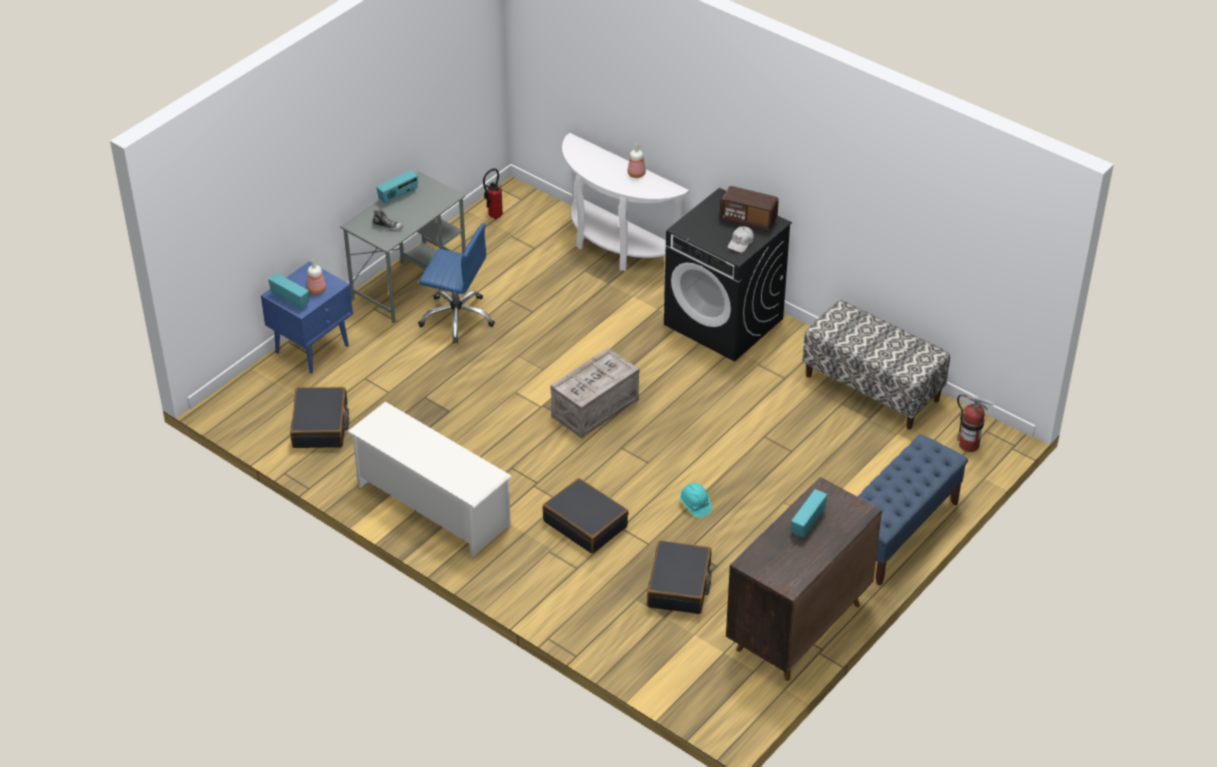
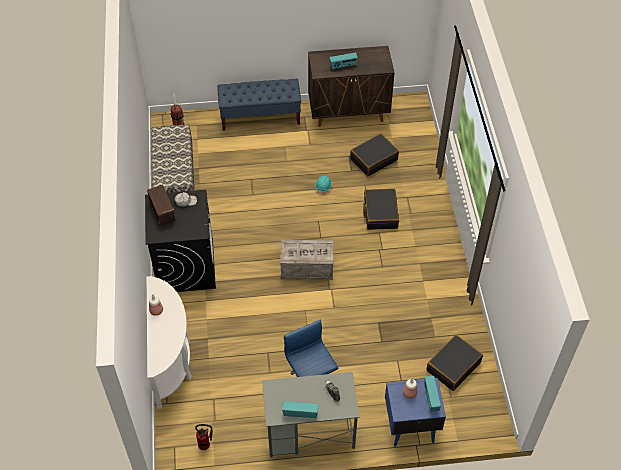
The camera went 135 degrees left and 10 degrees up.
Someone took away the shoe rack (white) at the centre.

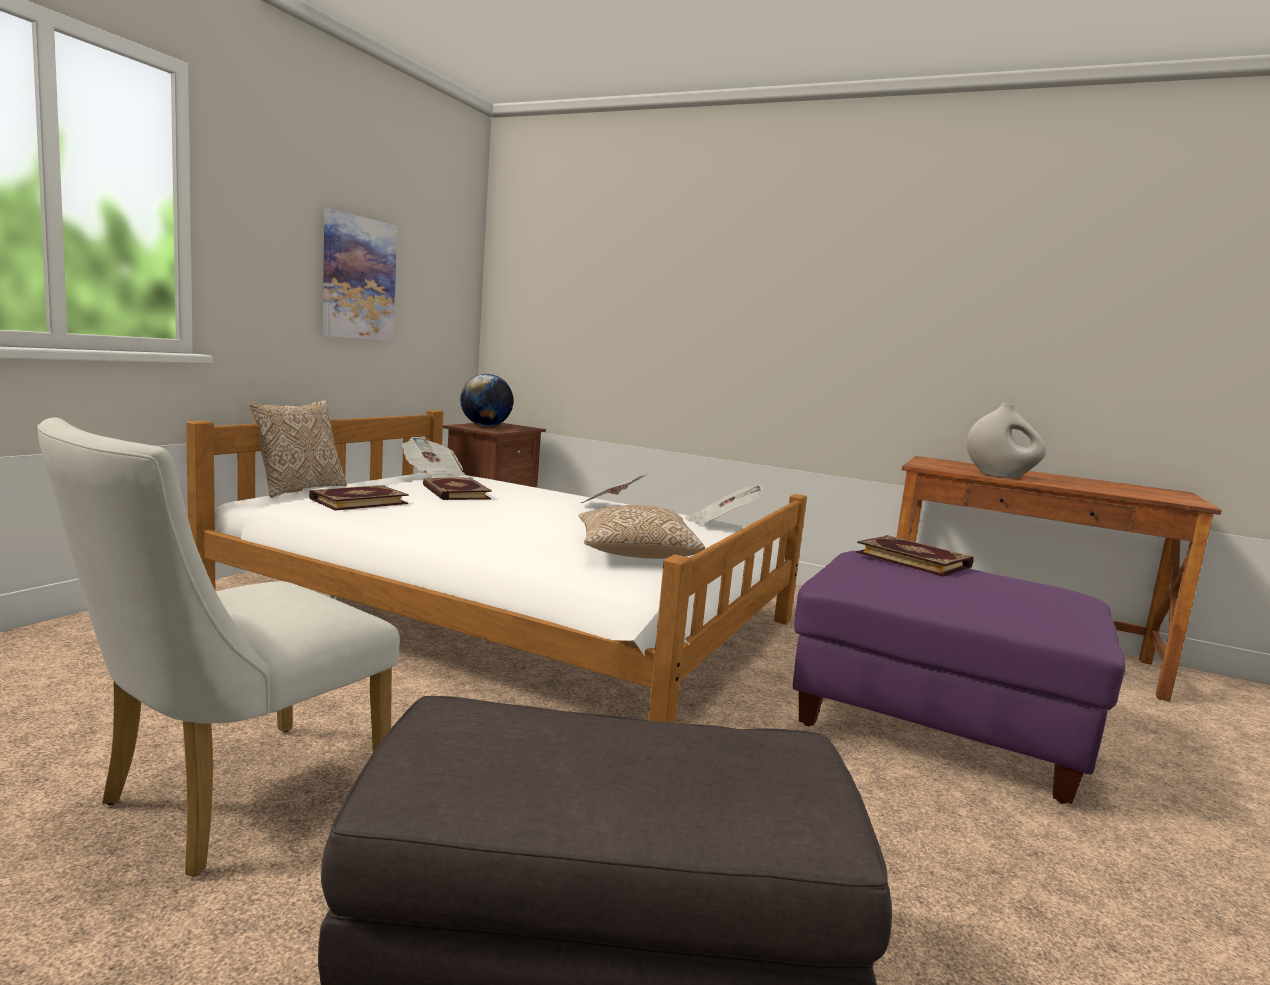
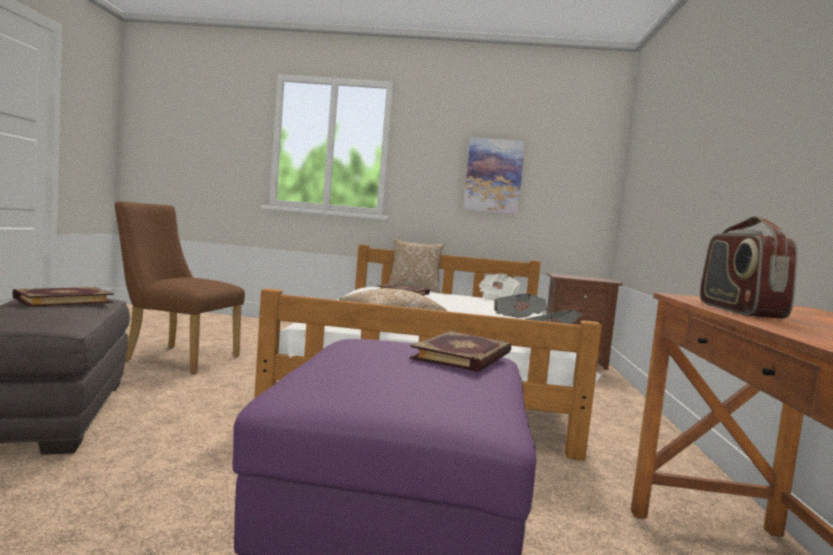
The camera went 70 degrees right and 5 degrees down.
Someone took away the globe at the centre.
Someone carried the book (2nd from left in the first image) from the centre to the middle left.
Someone swapped the vase (white) at the middle right for the radio at the middle right.
Someone repainted the chair (white) at the middle left, which became the chair (brown) at the middle left.

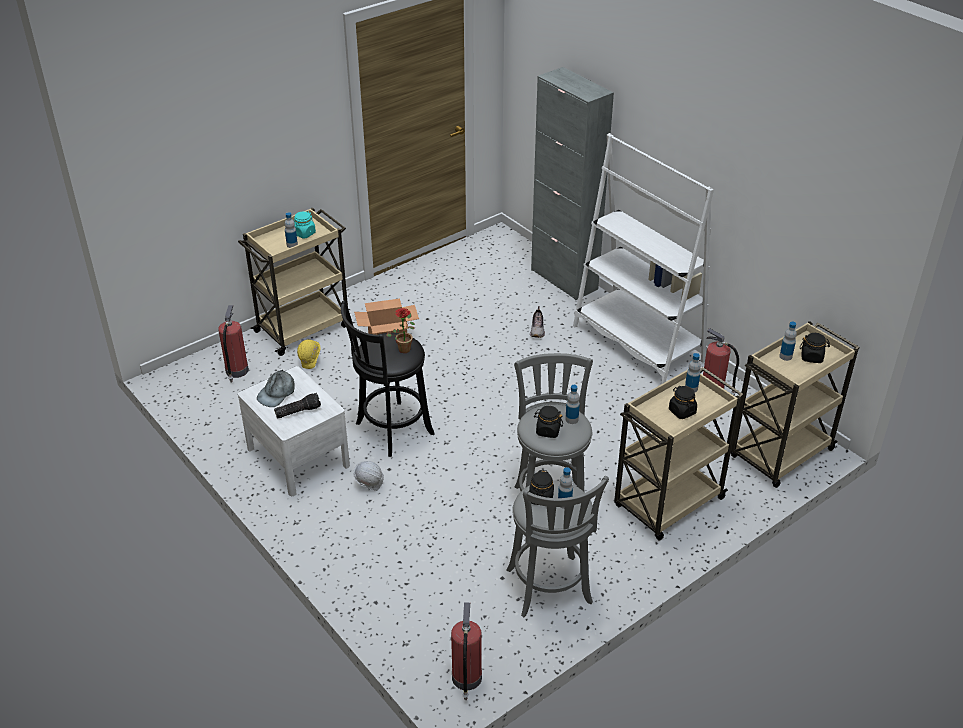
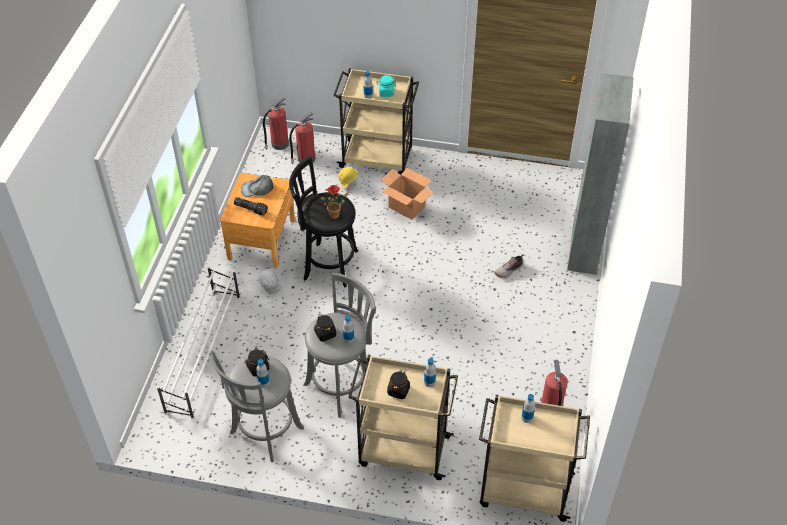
The camera went 50 degrees right and 10 degrees up.
Someone took away the bookcase (white) at the middle right.
Someone took away the jar (black) (4th from left) at the middle right.
Someone put down the shoe rack (white) at the middle left.
Someone carried the fire extinguisher (2nd from left in the first image) from the bottom centre to the top centre.
Someone repainted the nightstand (white) at the middle left, which became the nightstand (brown) at the middle left.

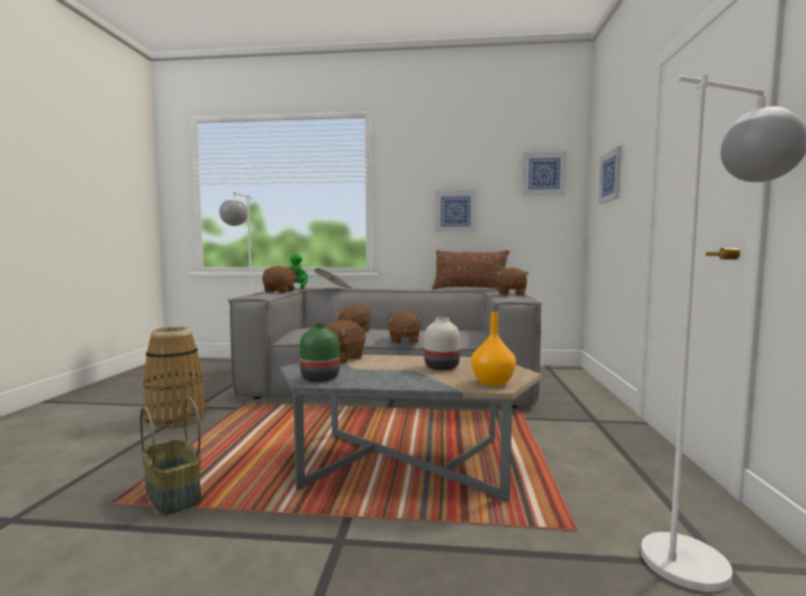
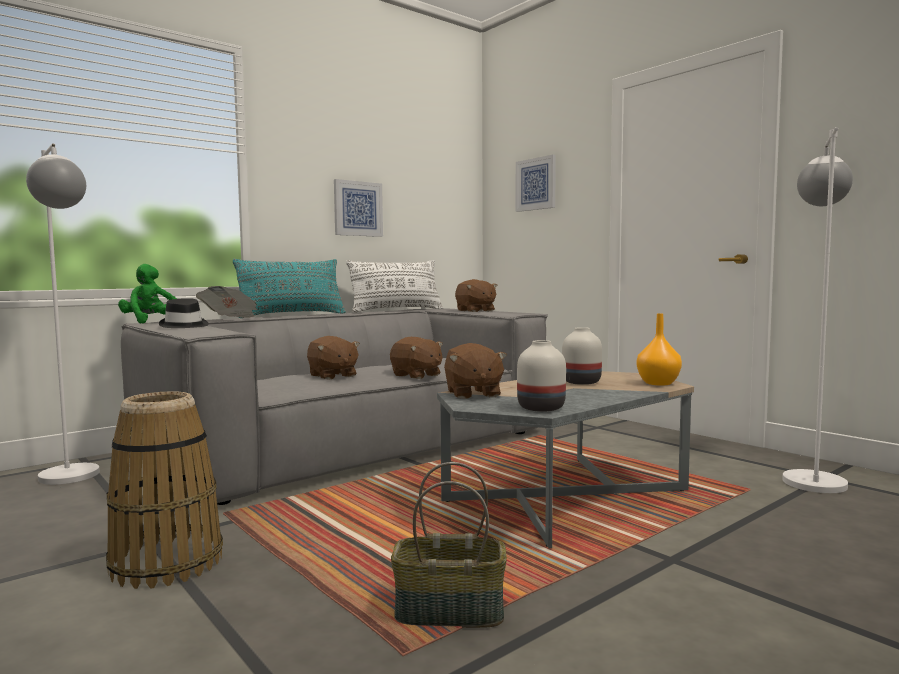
The camera went 45 degrees left and 0 degrees up.
Someone took away the picture (2nd from left) at the top right.
Someone put down the pillow (turquoise) at the middle left.
Someone swapped the plush toy (brown) (1st from left) at the centre for the hat (black) at the middle left.
Someone repainted the vase (green) at the centre, which became the vase (white) (1st from left) at the centre.
Someone repainted the pillow (brown) at the centre, which became the pillow (white) at the centre.

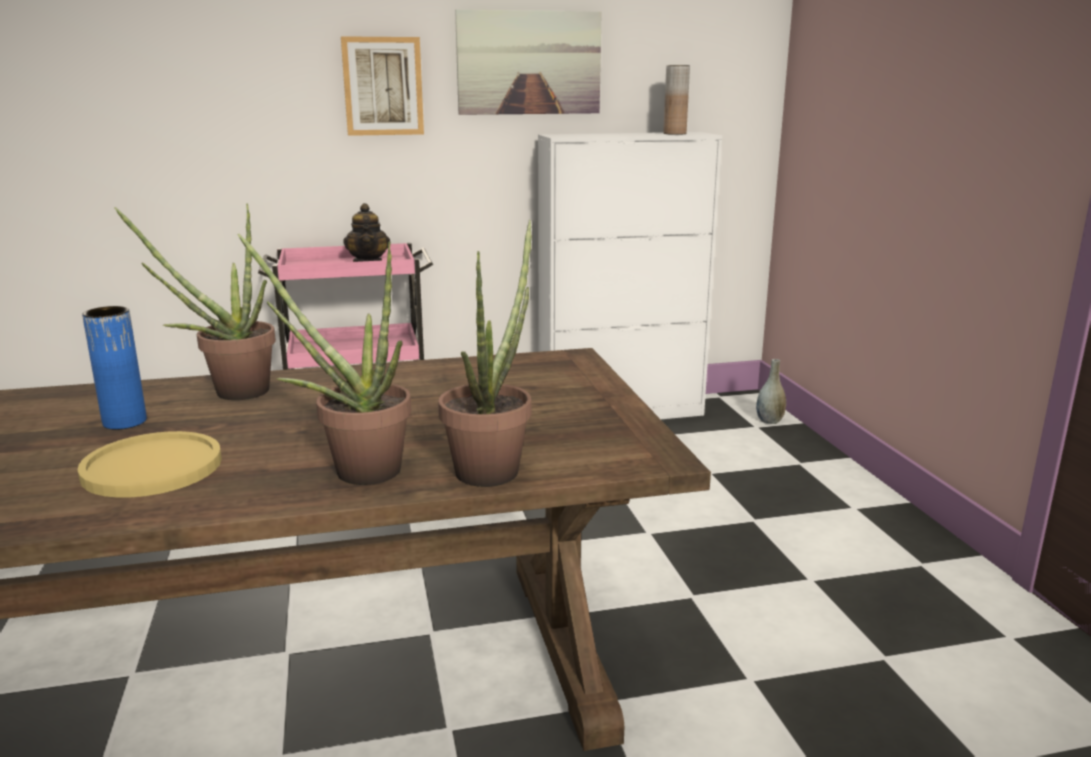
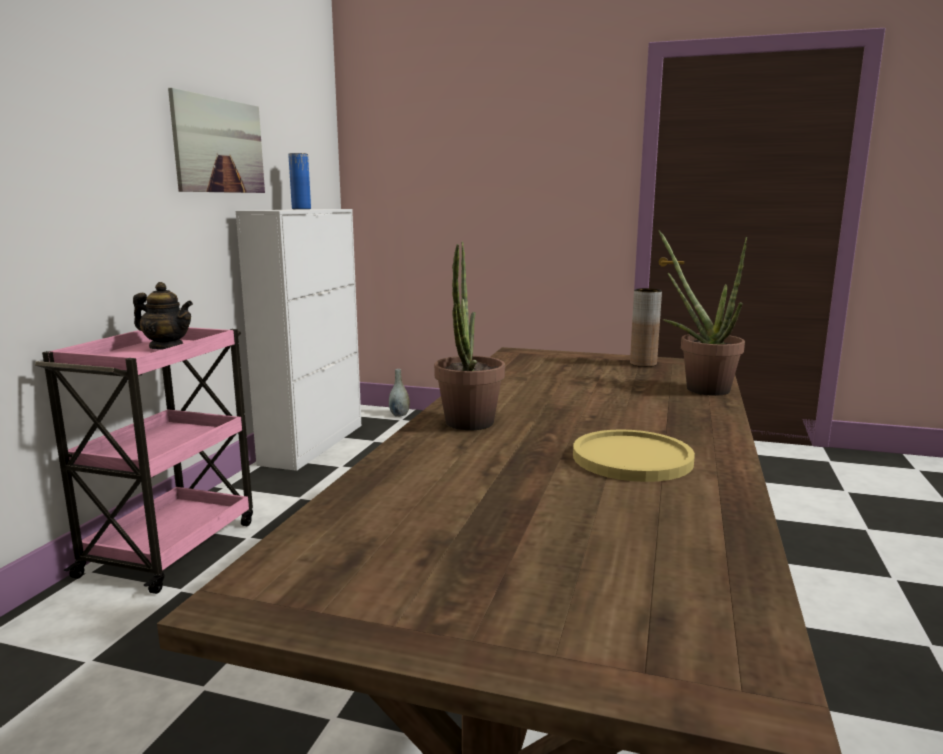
The camera went 60 degrees left and 5 degrees down.
Someone took away the potted plant (2nd from left) at the middle left.
Someone took away the picture (1st from left) at the top centre.
Someone carried the vase (blue) from the middle left to the top left.
Someone carried the vase (brown) from the top centre to the middle right.

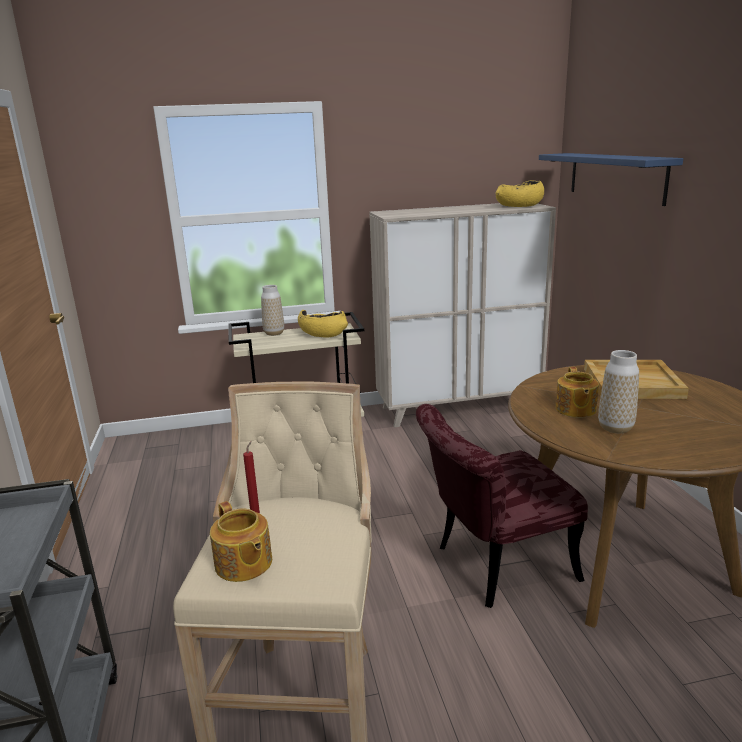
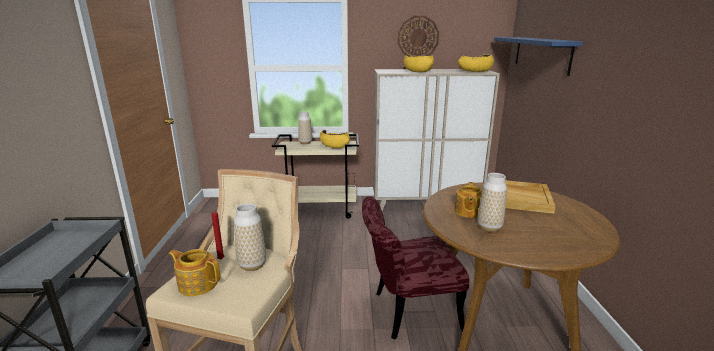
The camera went 10 degrees right and 0 degrees up.
Someone put down the vase (1st from left) at the bottom centre.
Someone put up the wall clock at the top centre.
Someone put down the bowl (yellow) (2nd from left) at the top centre.
Someone rotated the teapot (1st from left) at the bottom left by 135 degrees clockwise.

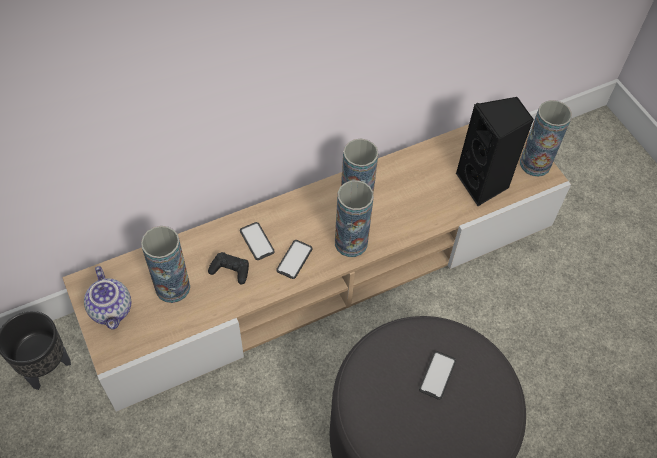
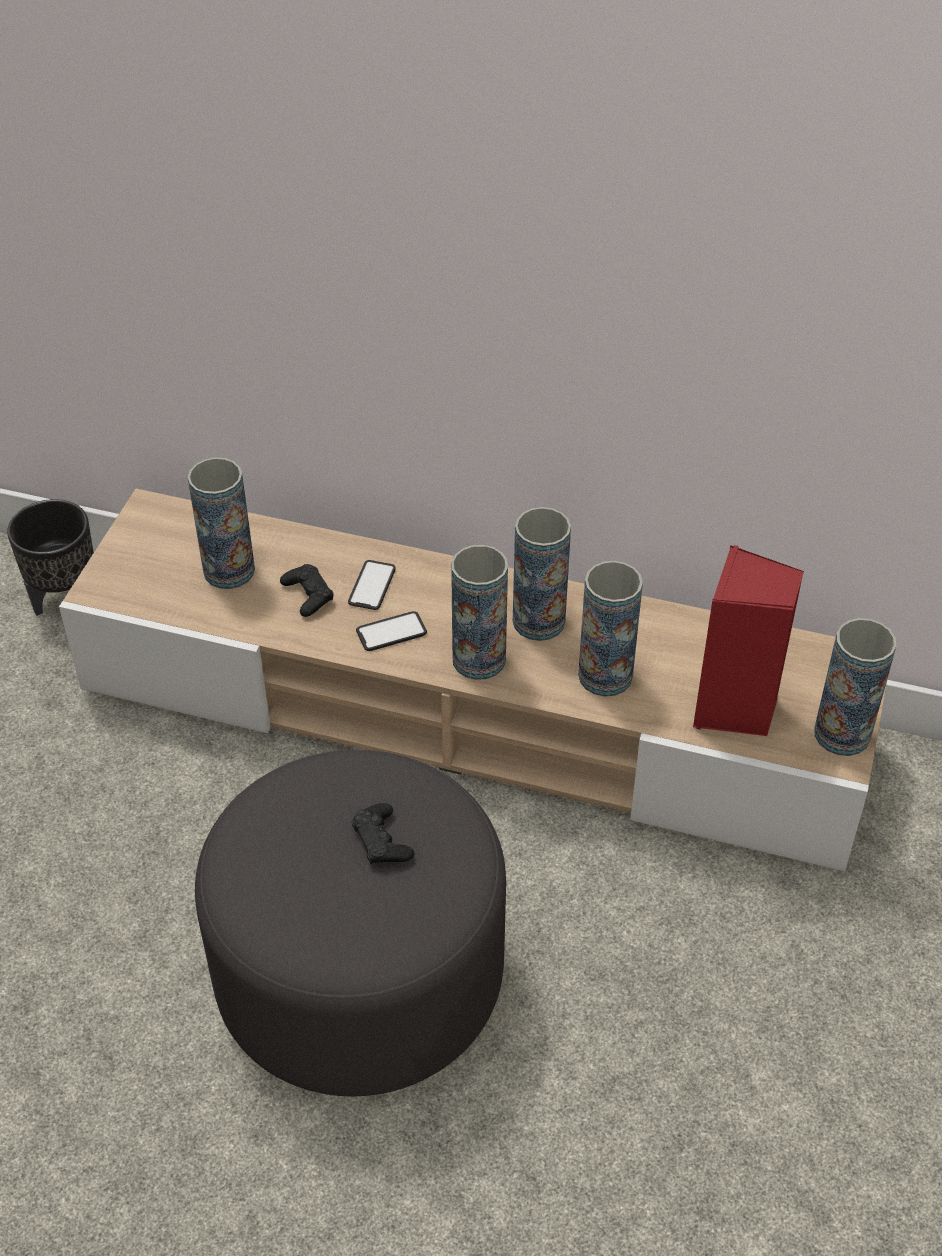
The camera went 45 degrees right and 10 degrees down.
Someone took away the teapot at the middle left.
Someone put down the vase (4th from left) at the centre.
Someone swapped the phone (3rd from left) at the bottom centre for the game controller (black) (2nd from left) at the centre.
Someone repainted the speaker (black) at the top right, which became the speaker (red) at the middle right.

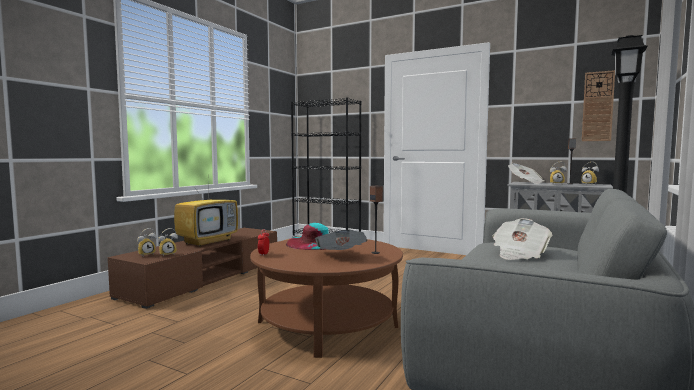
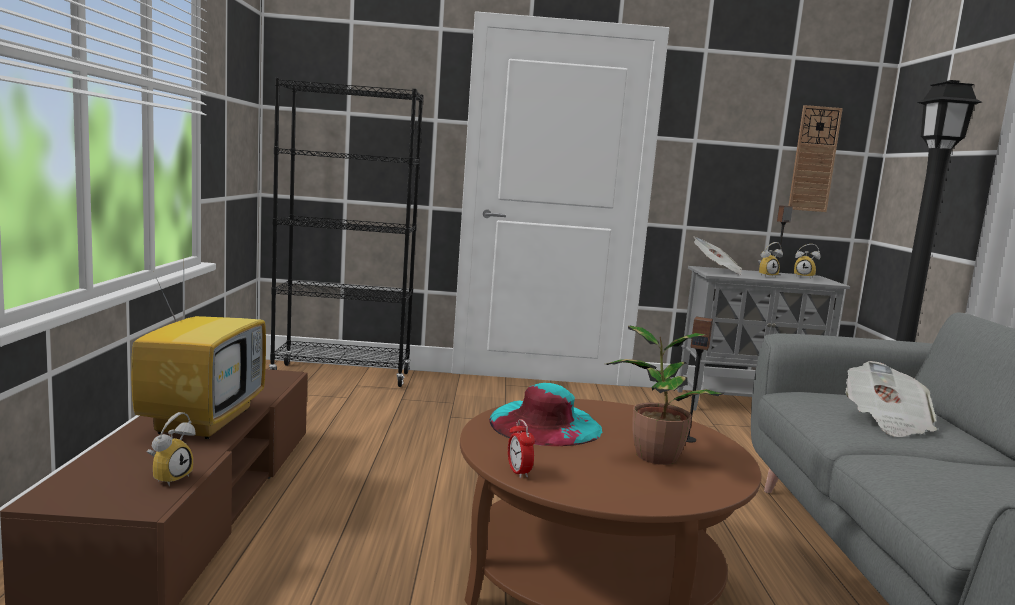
The camera went 30 degrees left and 5 degrees up.
Someone took away the alarm clock (1st from left) at the middle left.
Someone swapped the newspaper (1st from left) at the centre for the potted plant at the centre.

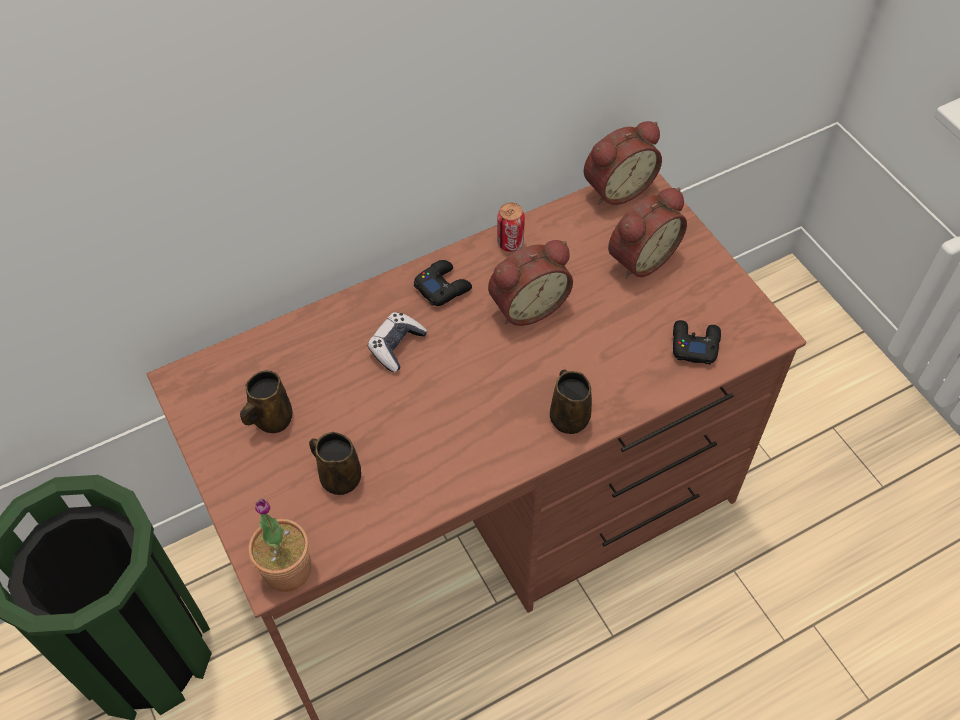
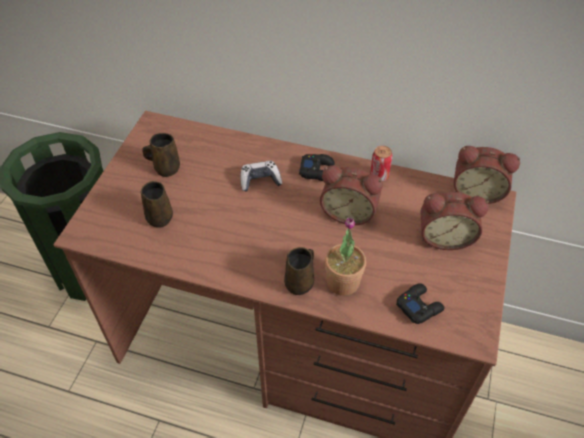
The camera went 45 degrees right and 5 degrees down.
Someone carried the potted plant from the bottom left to the centre.

